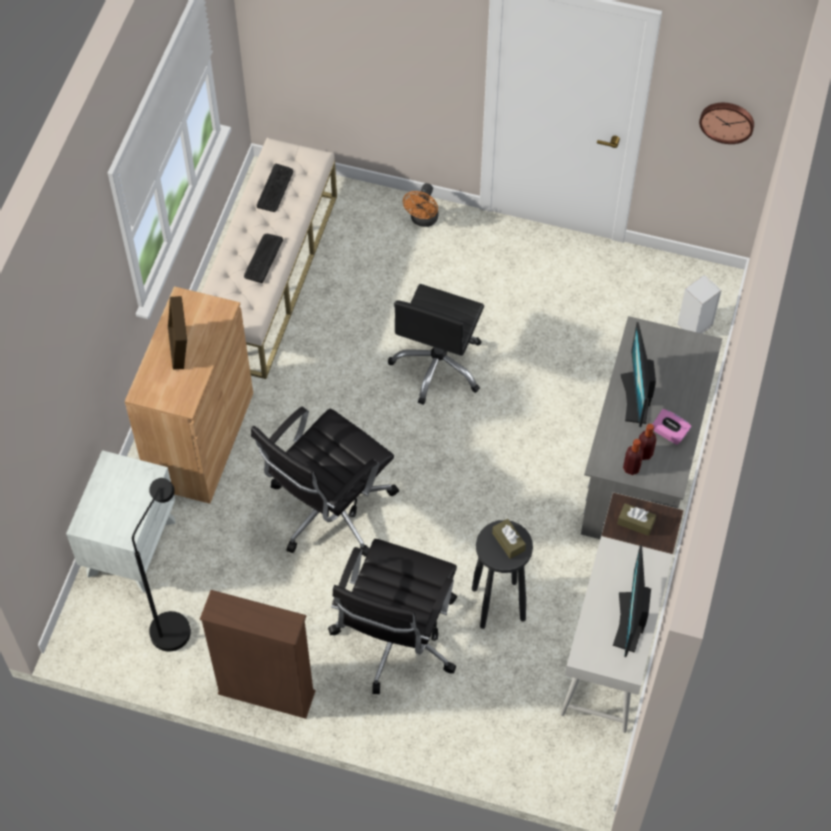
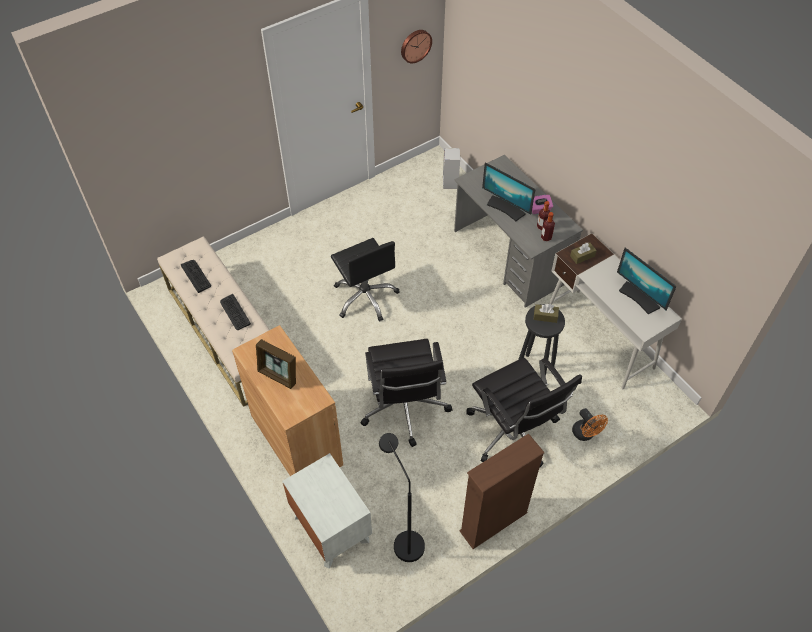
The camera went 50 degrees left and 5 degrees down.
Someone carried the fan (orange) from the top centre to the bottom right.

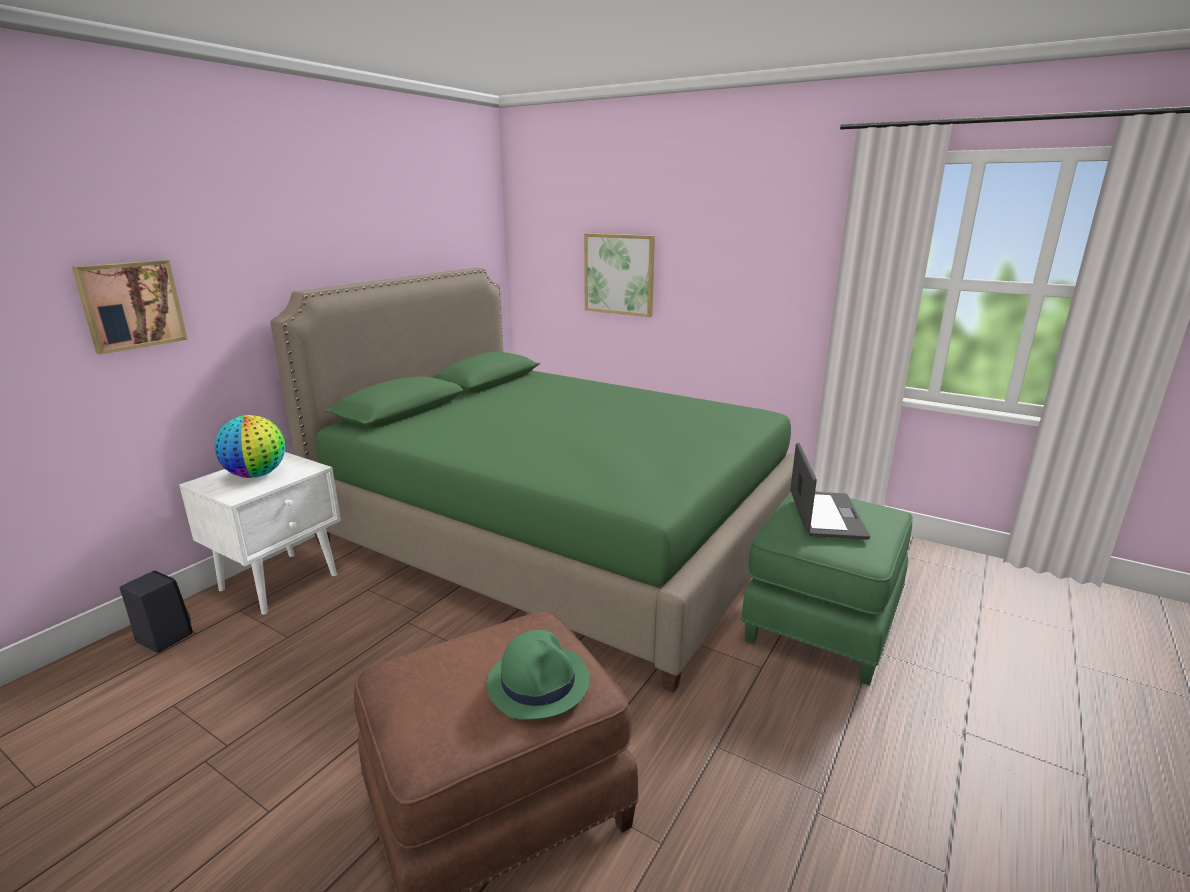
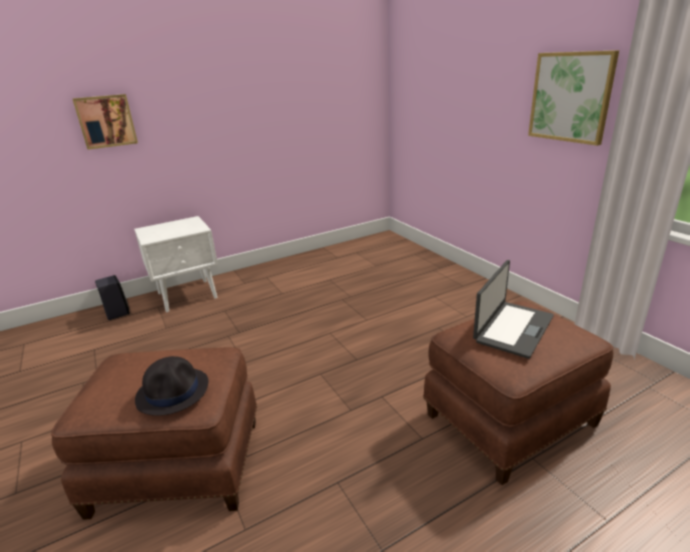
The camera went 30 degrees right and 5 degrees up.
Someone took away the globe at the middle left.
Someone took away the bed (green) at the centre.
Someone carried the picture (2nd from left) from the top centre to the top right.
Someone repainted the hat (green) at the bottom centre, which became the hat (black) at the bottom left.
Someone repainted the ottoman (green) at the middle right, which became the ottoman (brown) (2nd from left) at the bottom right.

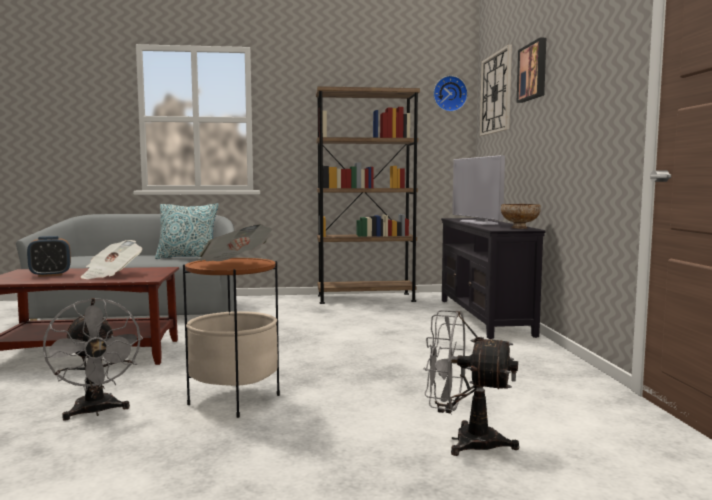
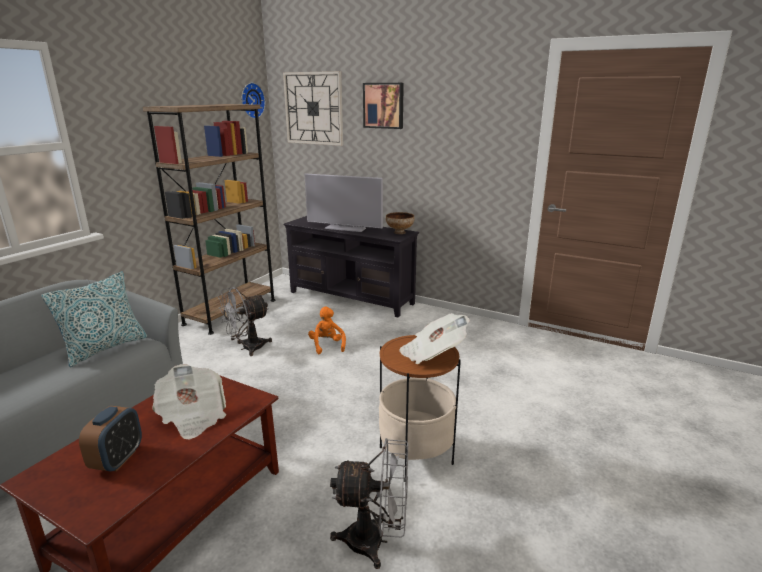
The camera went 55 degrees left and 15 degrees up.
Someone put down the plush toy (orange) at the centre.
Someone carried the fan (grey) (2nd from left in the first image) from the bottom centre to the middle left.

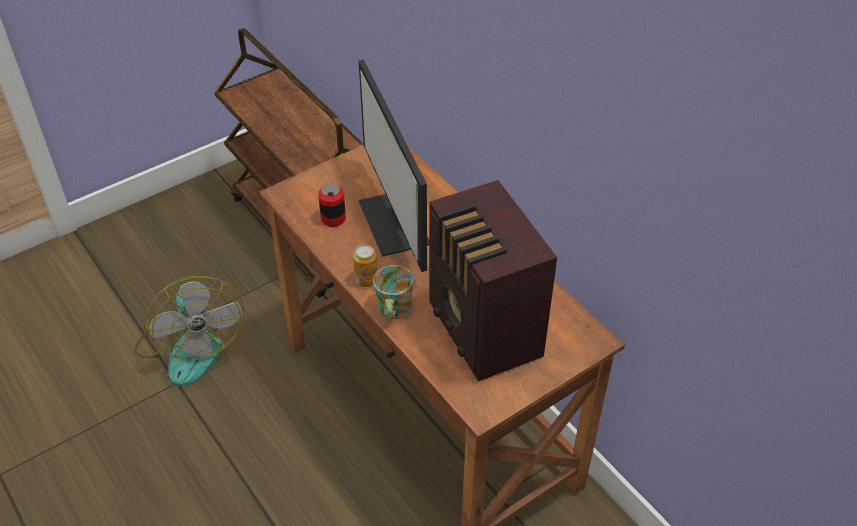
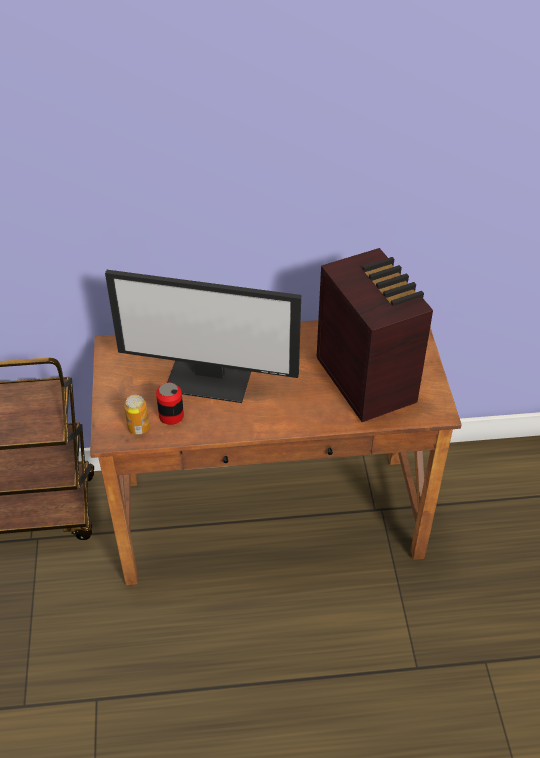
The camera went 60 degrees left and 0 degrees up.
Someone took away the fan at the middle left.
Someone took away the mug at the centre.
Someone carried the can (2nd from left in the first image) from the centre to the middle left.
Someone rotated the radio at the centre by 120 degrees counterclockwise.

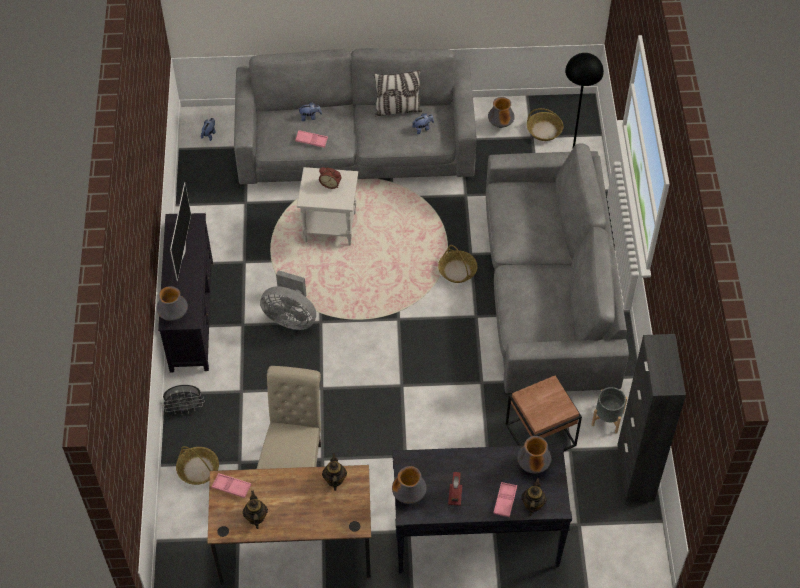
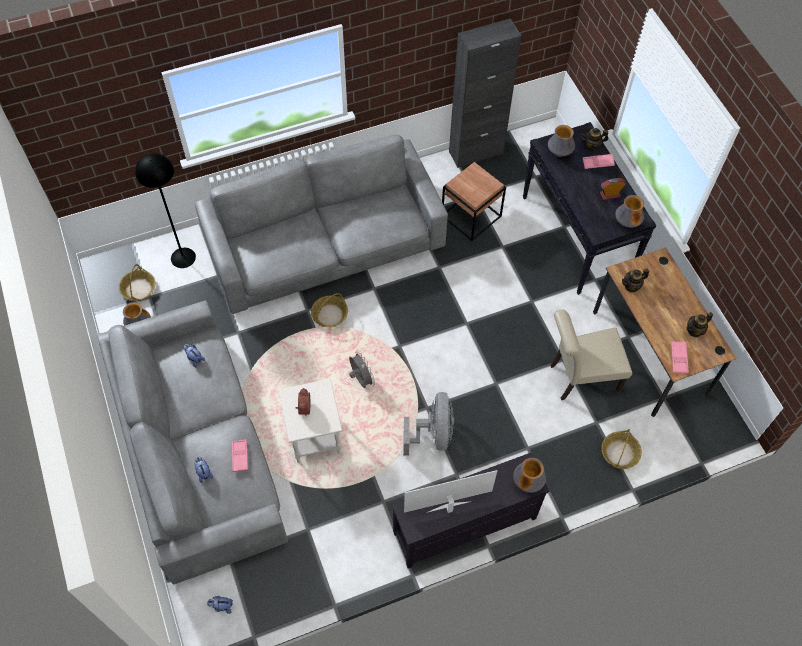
The camera went 110 degrees left and 5 degrees up.
Someone took away the pillow at the top centre.
Someone took away the planter (grey) at the bottom right.
Someone carried the fan (grey) (1st from left) from the bottom left to the centre.

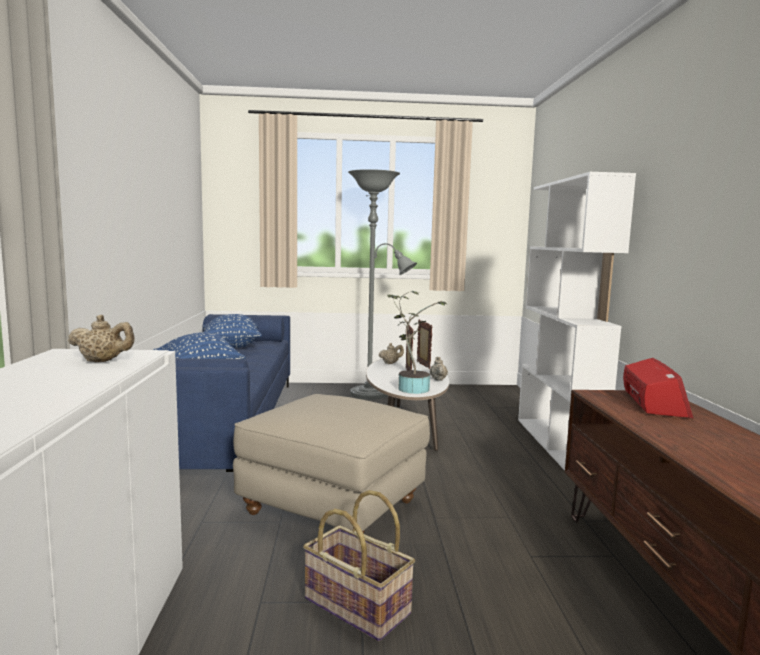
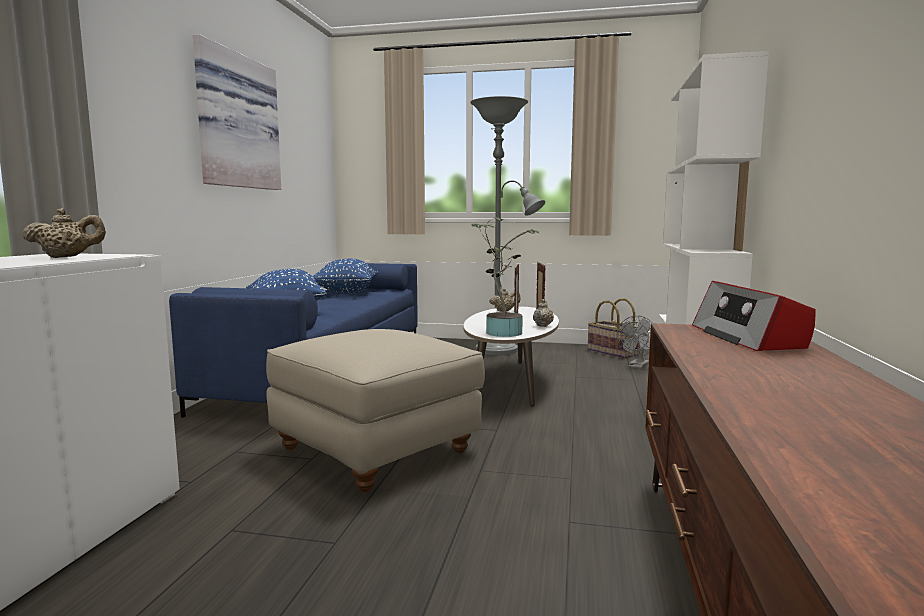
The camera went 15 degrees right and 0 degrees up.
Someone put up the picture at the top left.
Someone put down the fan (grey) at the middle right.
Someone carried the basket from the bottom centre to the centre.
Someone rotated the teapot (beige) (1st from left) at the middle left by 45 degrees counterclockwise.
Someone rotated the radio at the middle right by 150 degrees clockwise.

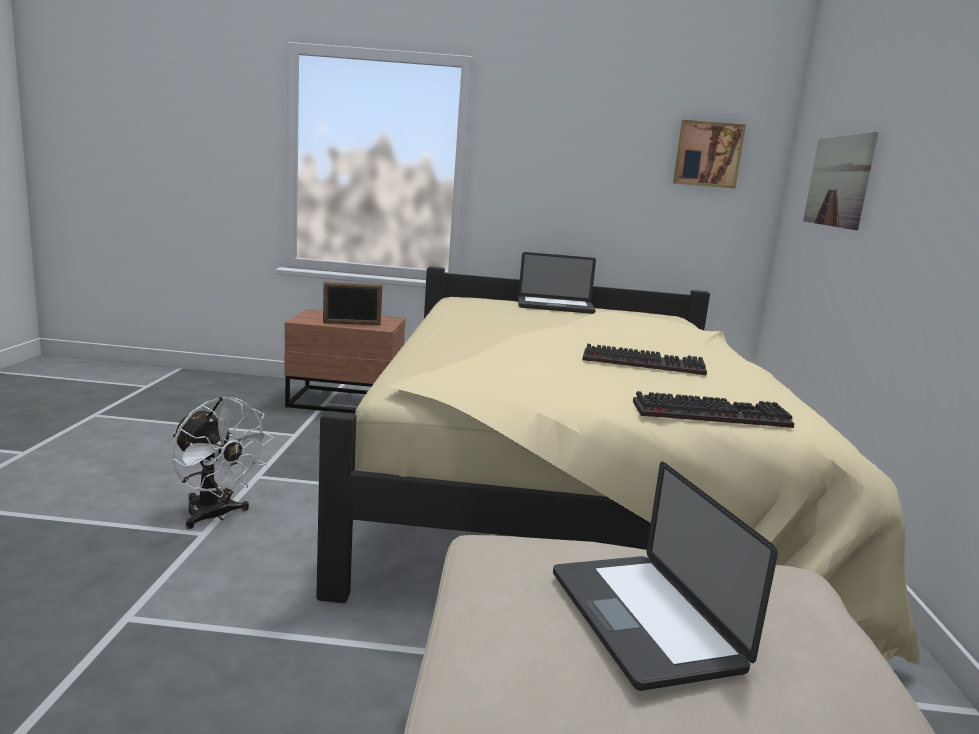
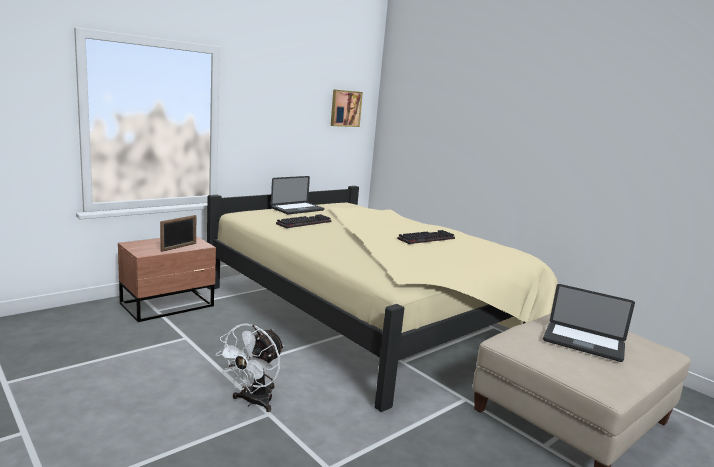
The camera went 45 degrees left and 0 degrees up.
Someone took away the picture (2nd from left) at the top right.
Someone carried the keyboard (2nd from left in the first image) from the middle right to the centre.
Someone rotated the fan (white) at the middle left by 120 degrees clockwise.

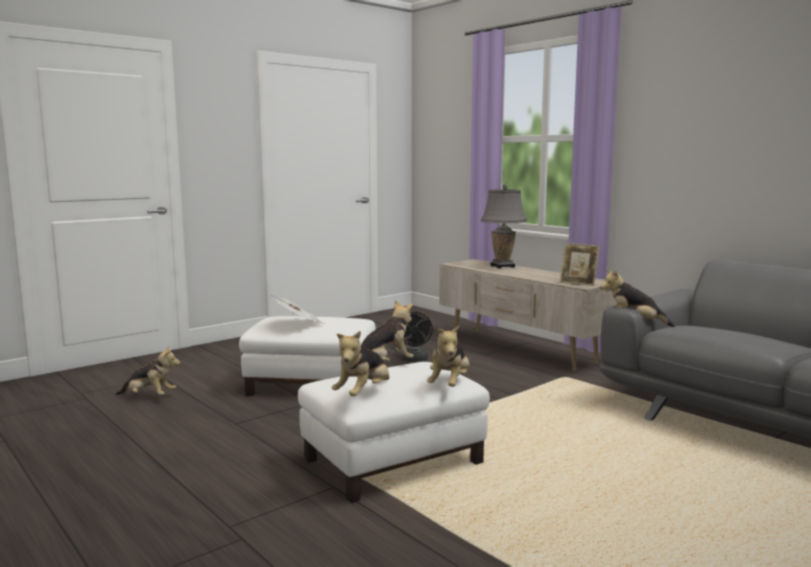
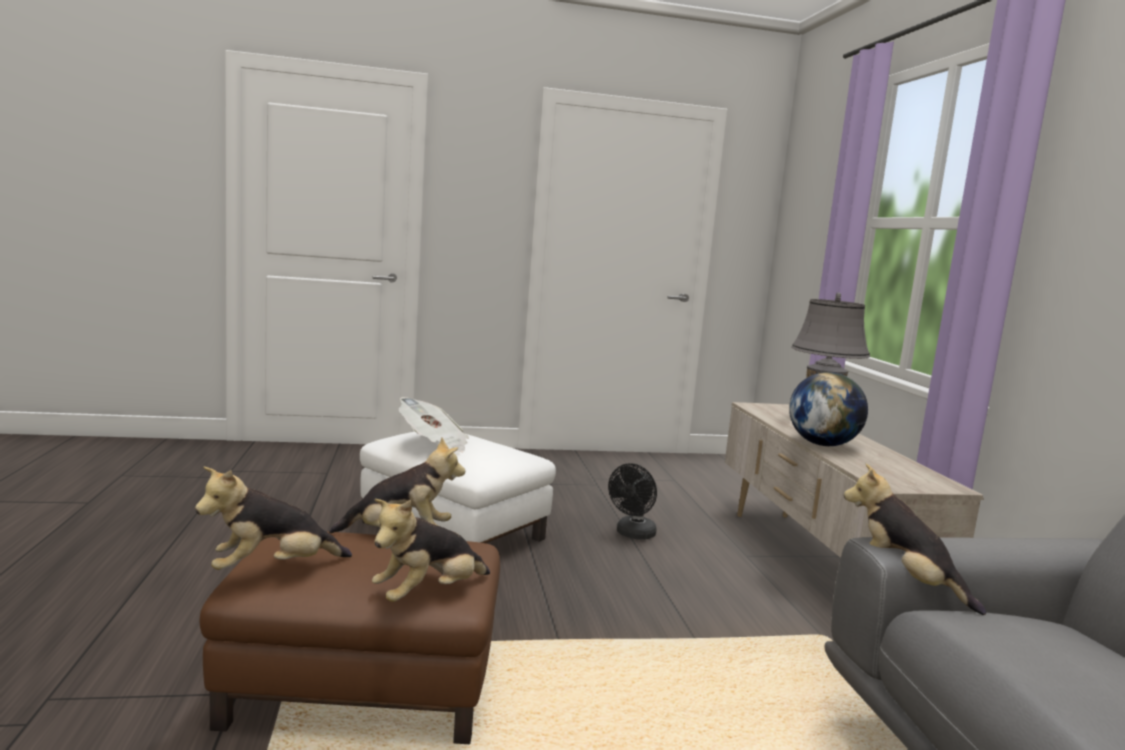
The camera went 30 degrees right and 0 degrees up.
Someone took away the plush toy (1st from left) at the middle left.
Someone took away the picture frame at the middle right.
Someone put down the globe at the middle right.
Someone repainted the ottoman (white) (2nd from left) at the bottom centre, which became the ottoman (brown) at the bottom left.

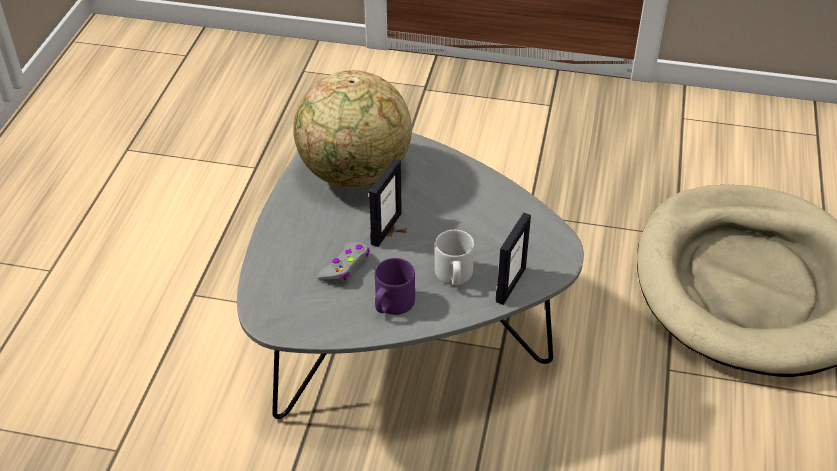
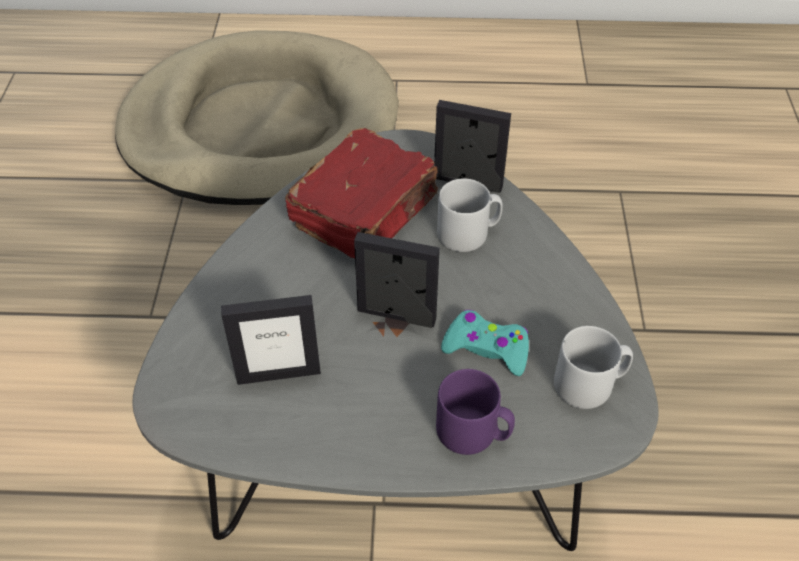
The camera went 100 degrees left and 5 degrees up.
Someone put down the book (red) at the centre.
Someone put down the mug (grey) (2nd from left) at the middle right.
Someone carried the mug (purple) from the centre to the bottom centre.
Someone swapped the globe at the top centre for the picture frame (1st from left) at the centre.
Someone repainted the game controller (grey) at the centre, which became the game controller (turquoise) at the centre.

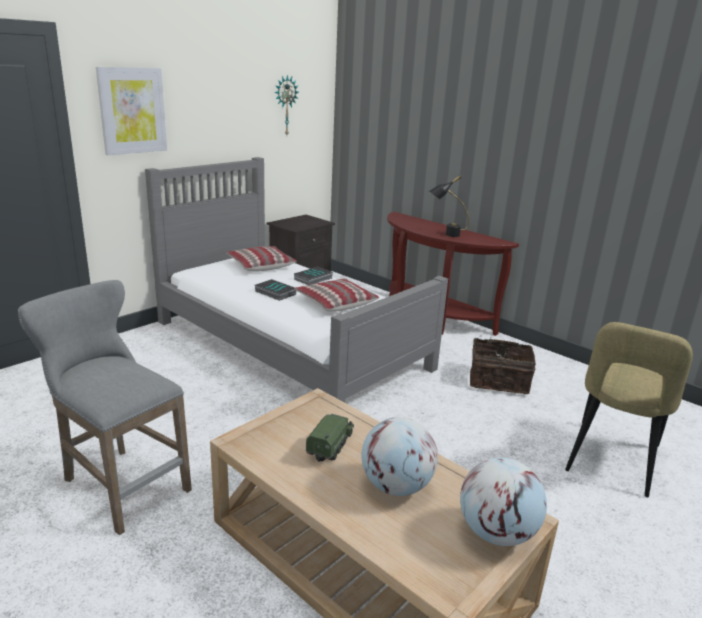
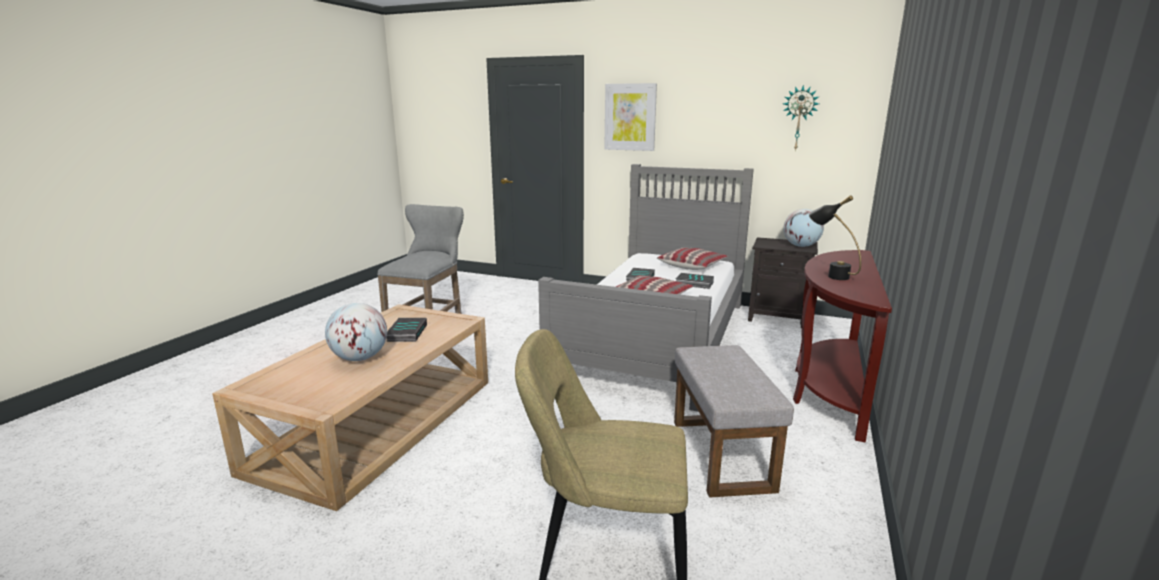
The camera went 70 degrees right and 5 degrees down.
Someone carried the globe (2nd from left) from the bottom right to the middle right.
Someone swapped the toy truck at the bottom centre for the book (1st from left) at the centre.
Someone swapped the basket at the middle right for the ottoman (grey) at the bottom centre.

